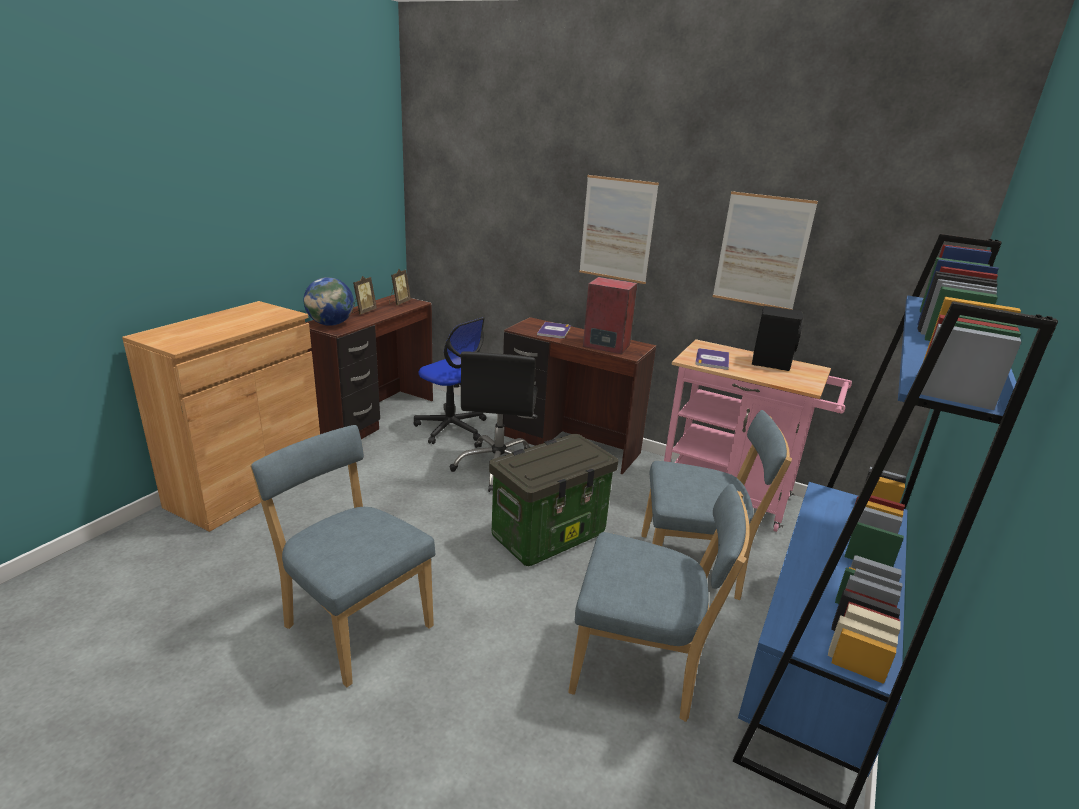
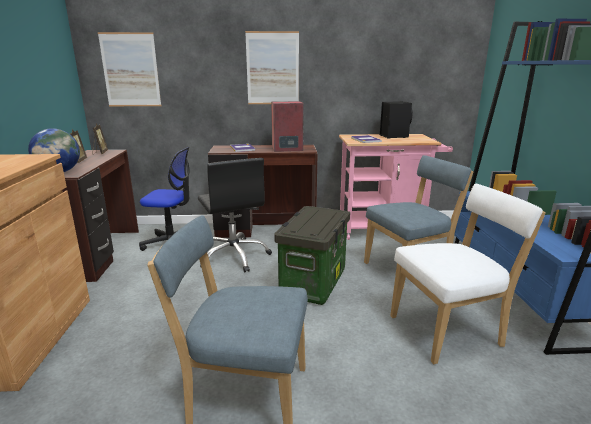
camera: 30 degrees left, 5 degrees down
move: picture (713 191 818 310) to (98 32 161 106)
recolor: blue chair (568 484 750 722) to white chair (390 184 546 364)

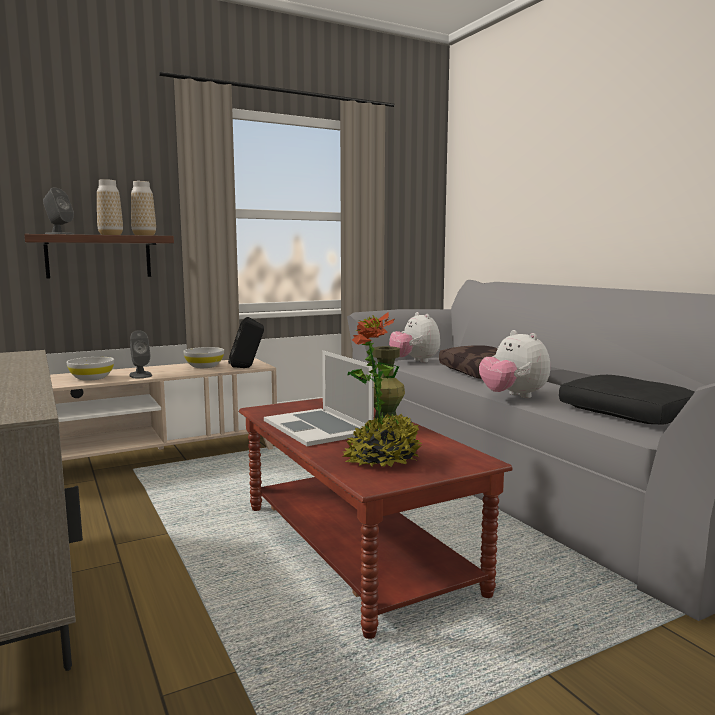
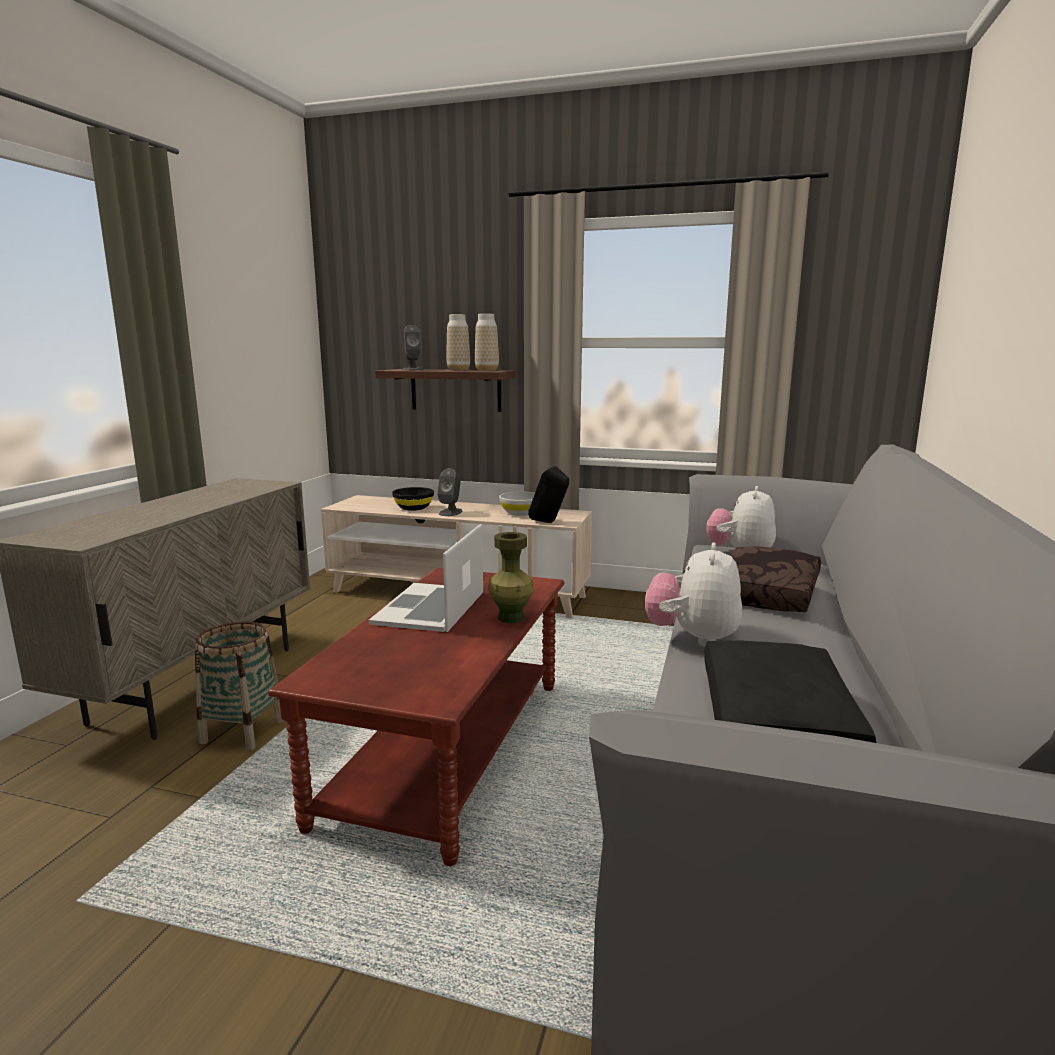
camera: 45 degrees right, 5 degrees up
delete: potted plant (342 312 423 467)
insert: basket (195 622 284 751)
recolor: white bowl (66 357 114 381) to black bowl (392 487 434 511)

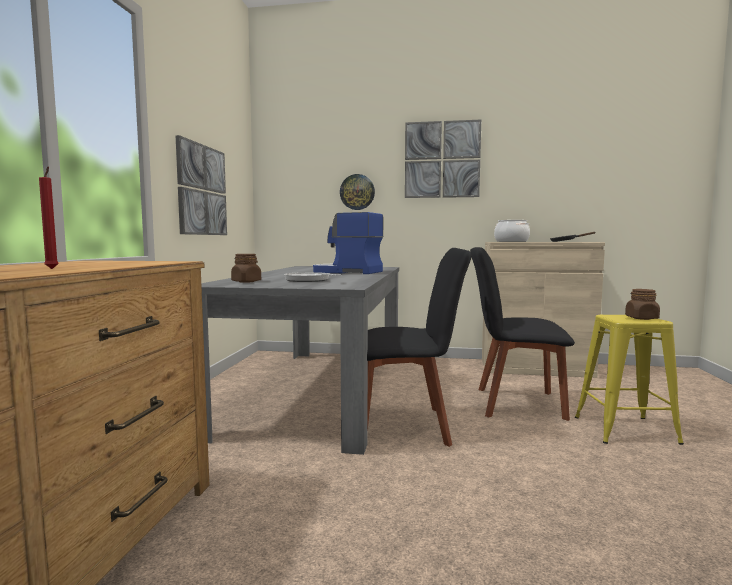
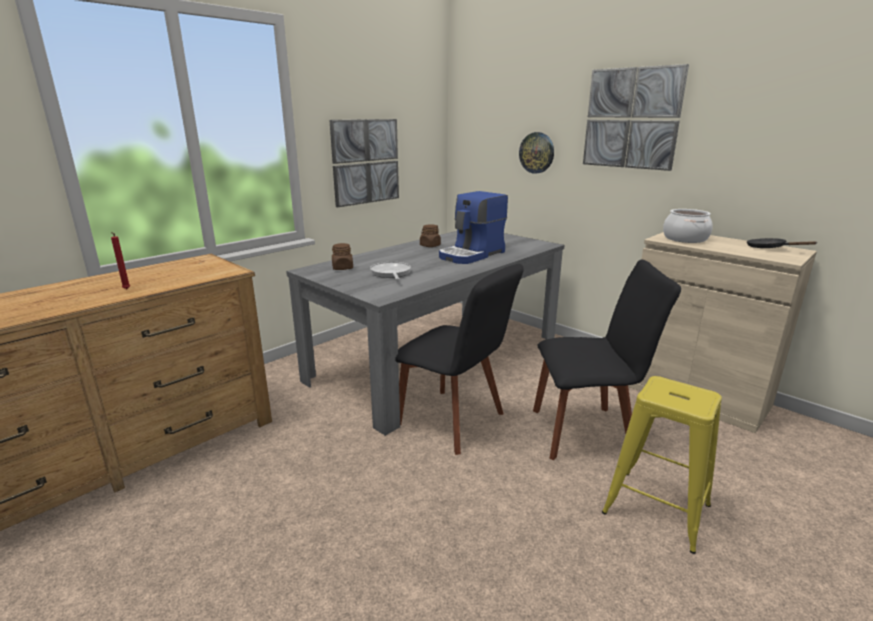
camera: 35 degrees right, 15 degrees up
move: brown jar (625 289 660 320) to (420 224 441 247)
rotate: coffee machine (313 212 383 274) = (439 191 508 264) 105 degrees counterclockwise; black chair (470 247 575 421) = (533 259 681 460) 135 degrees clockwise

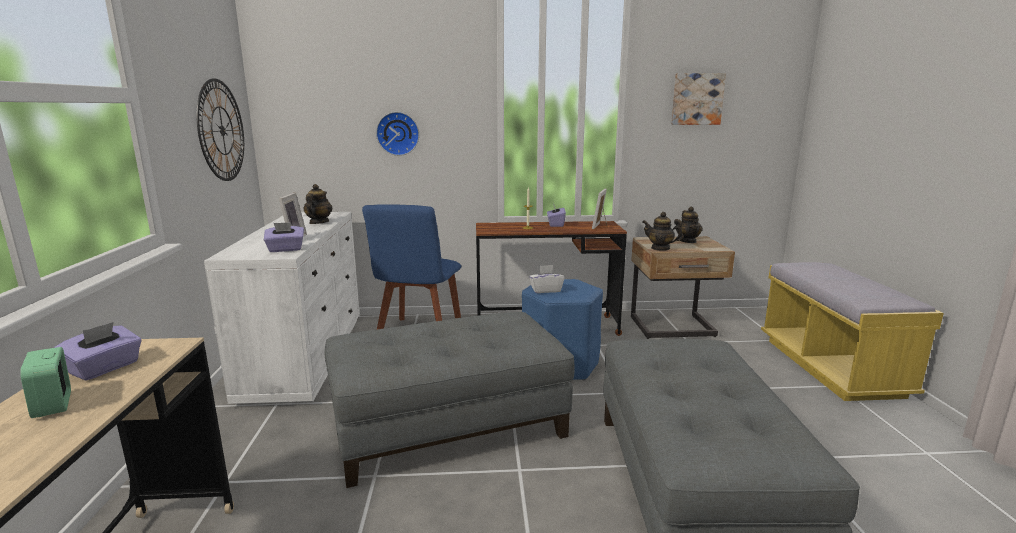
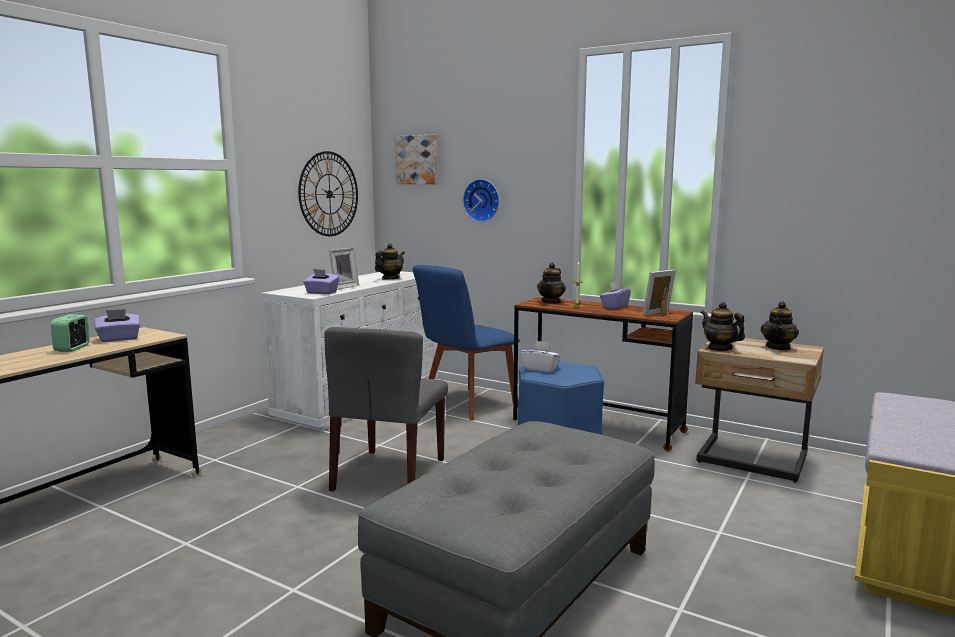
camera: 35 degrees right, 5 degrees down
insert: teapot (537 263 566 304)
move: picture (671 73 726 125) to (395 135 437 184)
replace: grey ottoman (324 312 575 488) to grey chair (324 327 448 492)

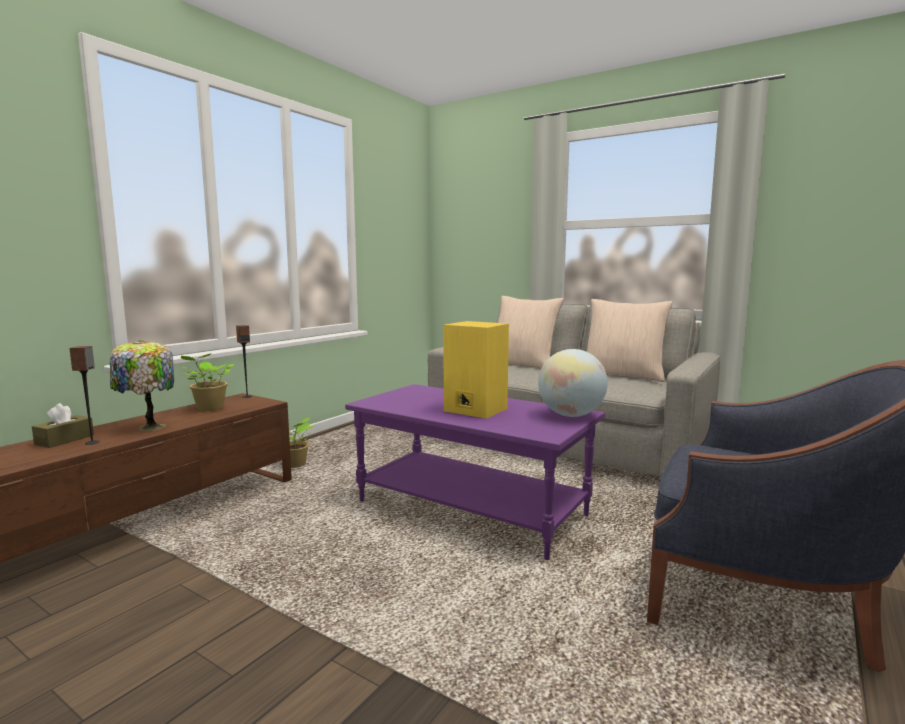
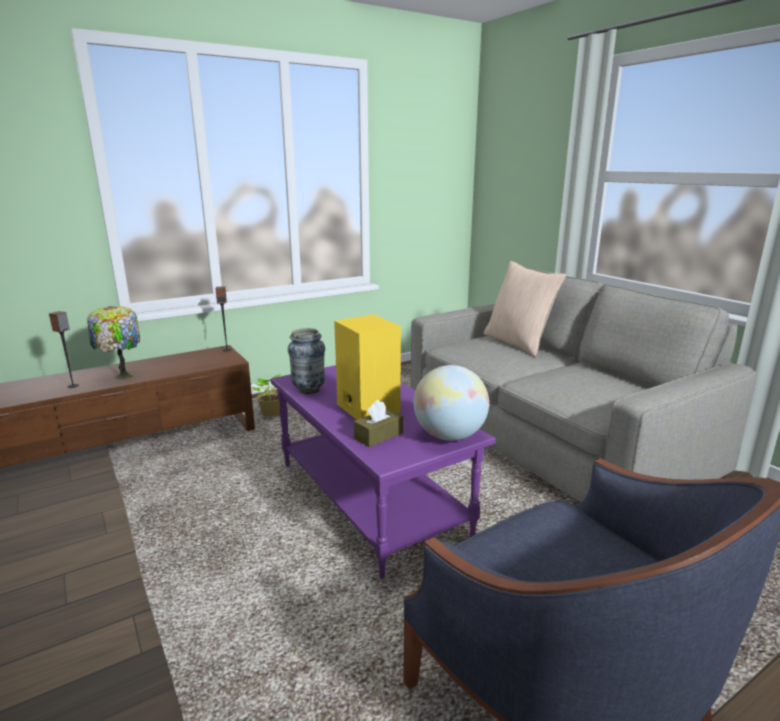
camera: 25 degrees right, 10 degrees up
delete: potted plant (179 353 234 411); beige pillow (587 299 673 382)
insert: vase (288 328 325 394)
move: brown tissue box (32 403 94 448) to (354 400 403 447)

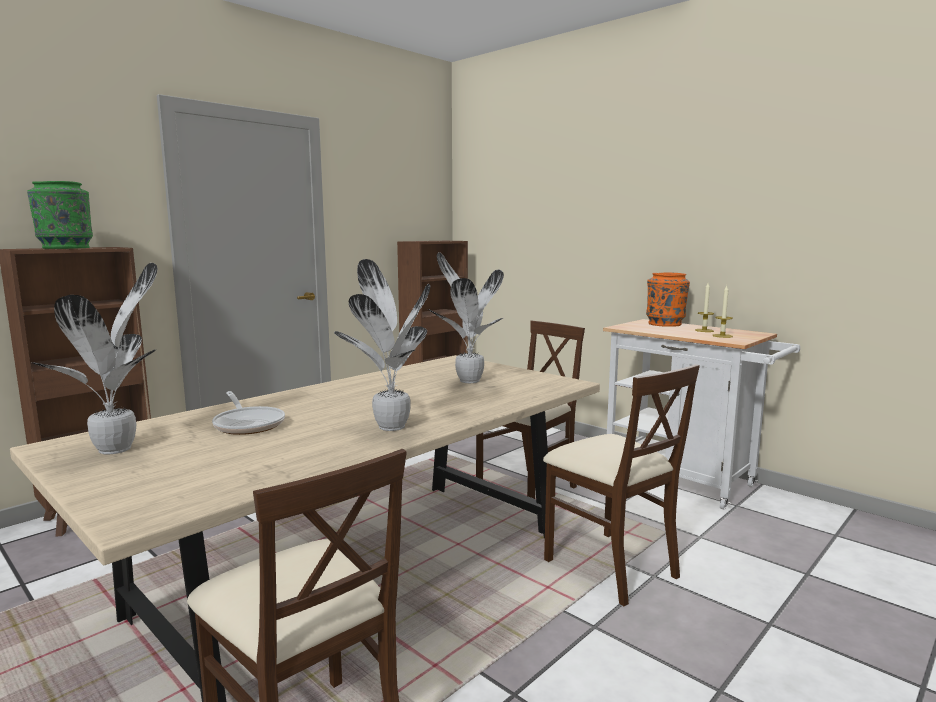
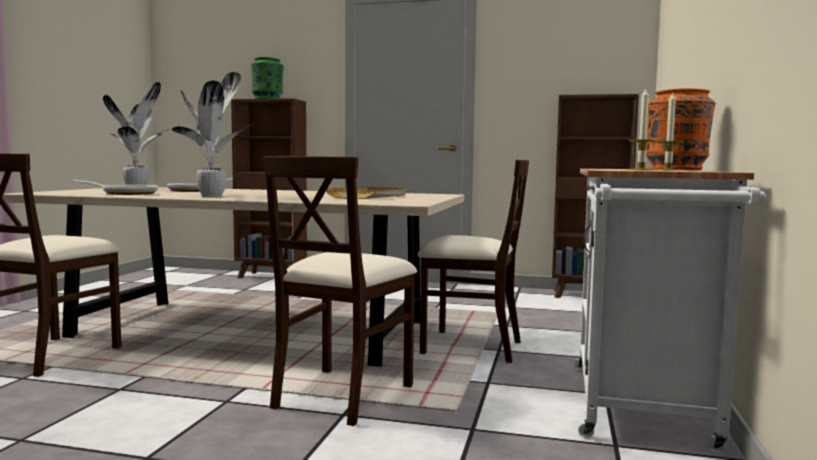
camera: 60 degrees right, 5 degrees down
insert: frying pan (73 180 158 195)
replace: potted plant (428 253 504 383) to beige tray (326 187 406 199)

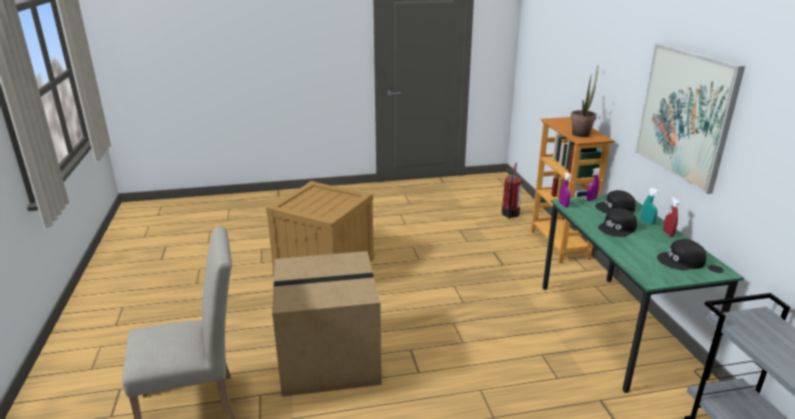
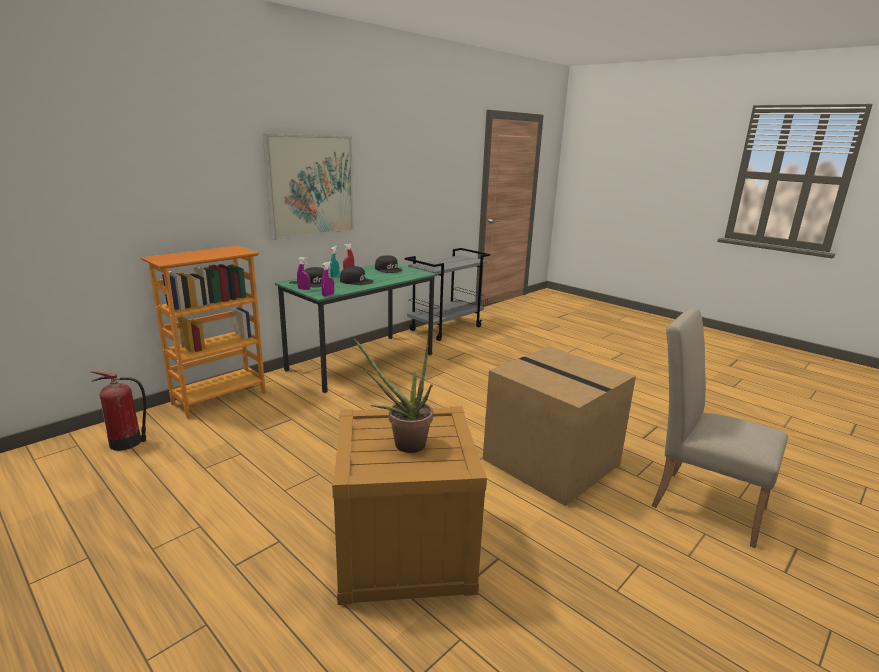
camera: 125 degrees left, 5 degrees down
move: potted plant (571 65 598 137) to (353 338 433 453)

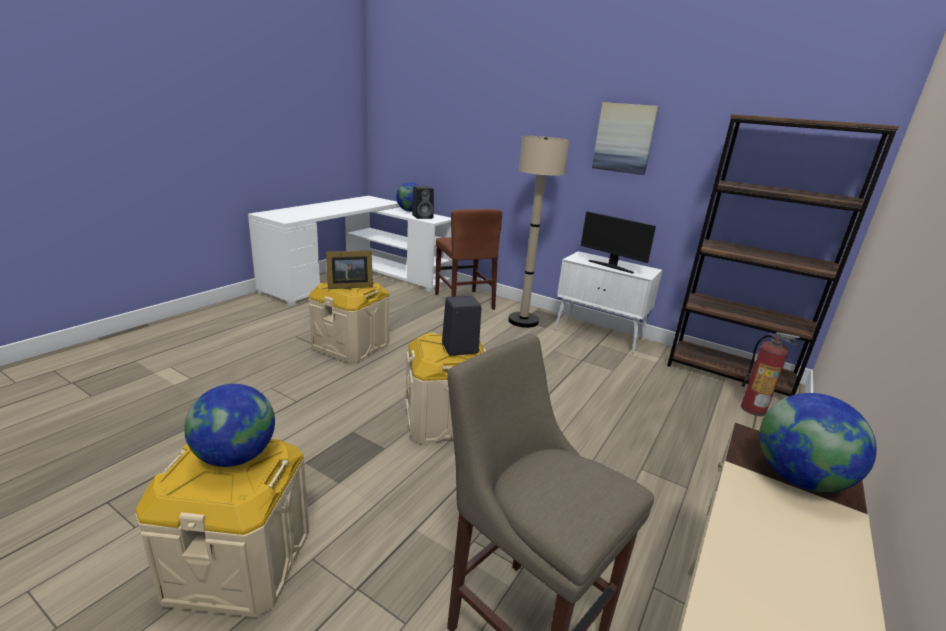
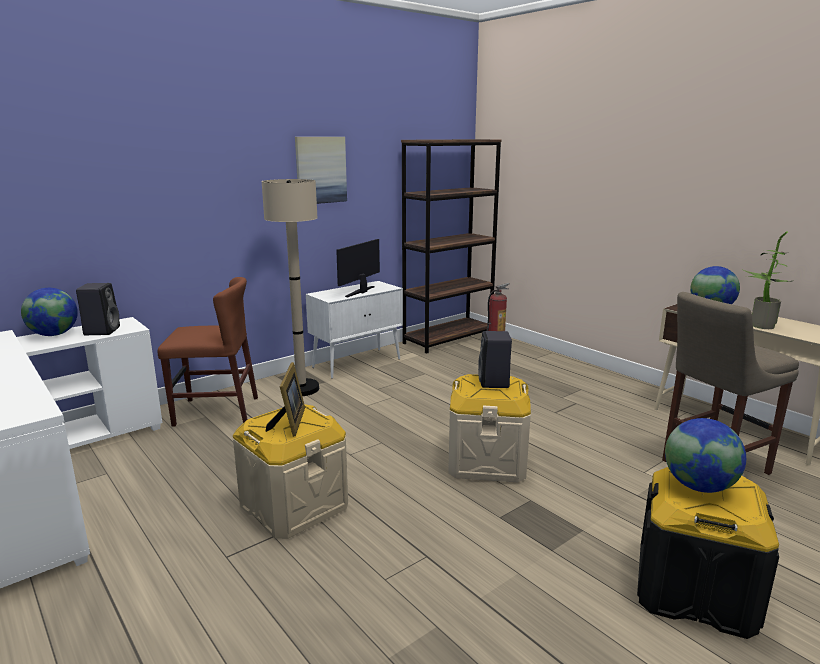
camera: 70 degrees left, 5 degrees down
insert: potted plant (741 231 789 329)
recolor: beige storage box (135 439 309 618) to black storage box (637 467 779 639)
rotate: monitor (581 211 656 274) = (336 239 380 297) 150 degrees clockwise

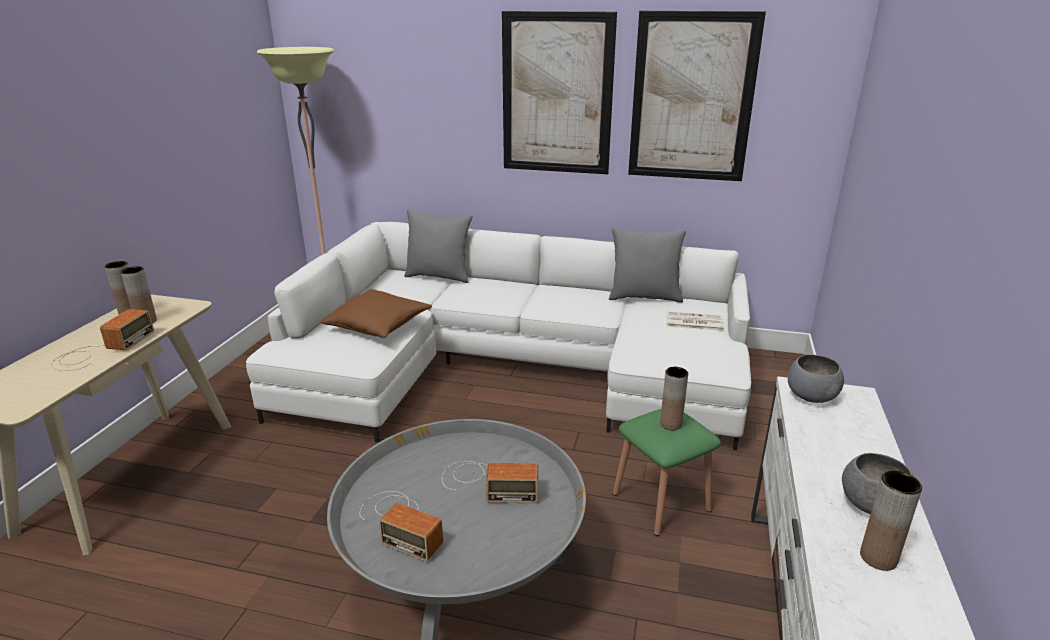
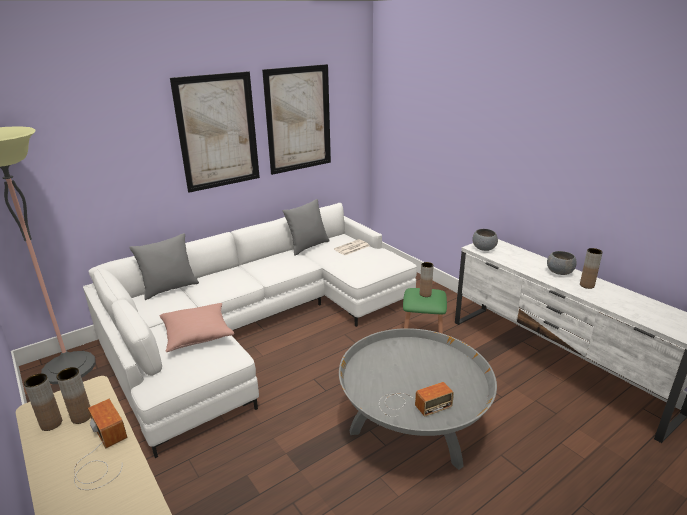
camera: 50 degrees left, 0 degrees up
delete: radio (442 461 538 503)
recolor: brown pillow (320 289 432 338) to pink pillow (160 303 234 352)

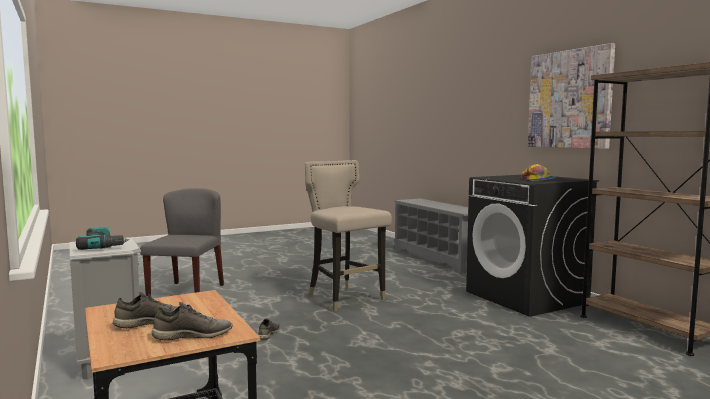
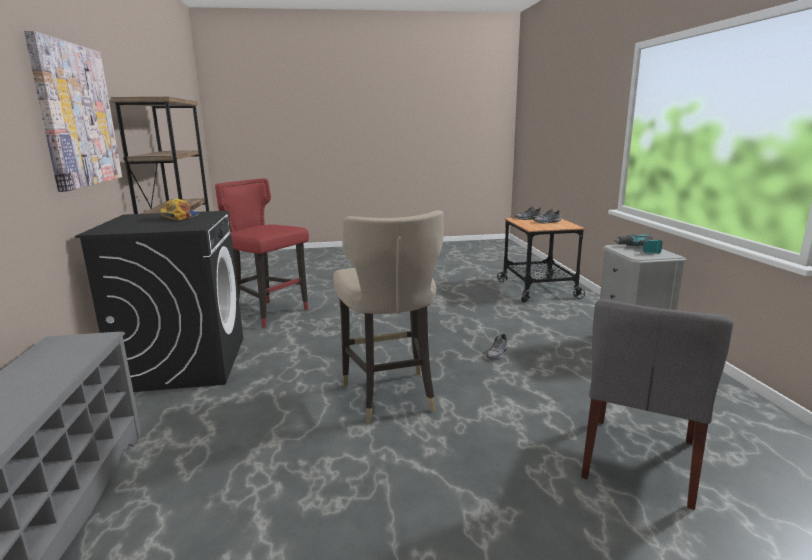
camera: 160 degrees left, 10 degrees up
insert: red stool (215 178 309 328)

